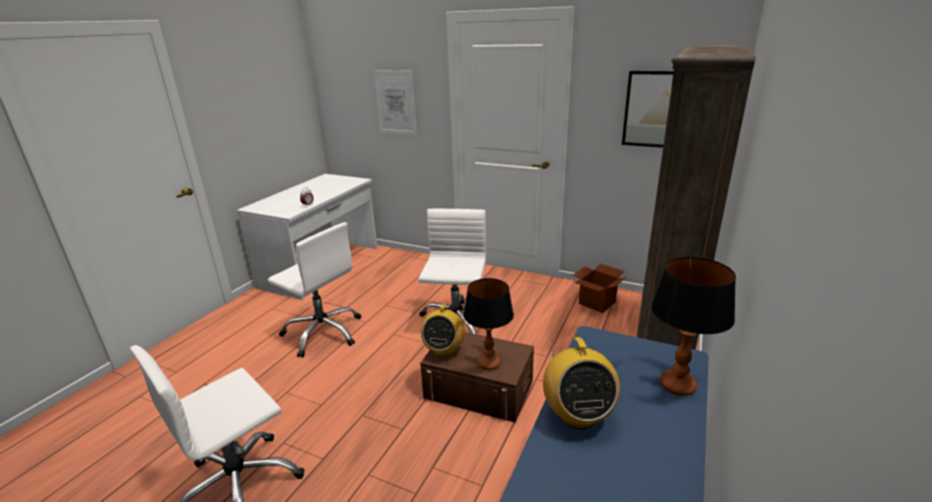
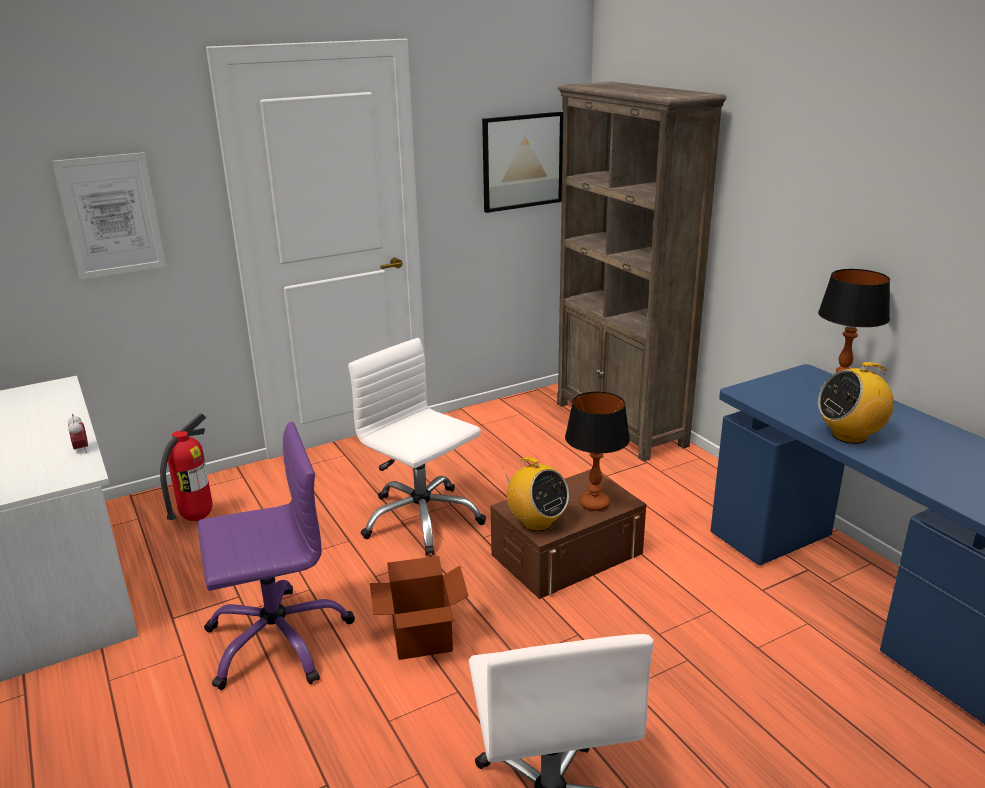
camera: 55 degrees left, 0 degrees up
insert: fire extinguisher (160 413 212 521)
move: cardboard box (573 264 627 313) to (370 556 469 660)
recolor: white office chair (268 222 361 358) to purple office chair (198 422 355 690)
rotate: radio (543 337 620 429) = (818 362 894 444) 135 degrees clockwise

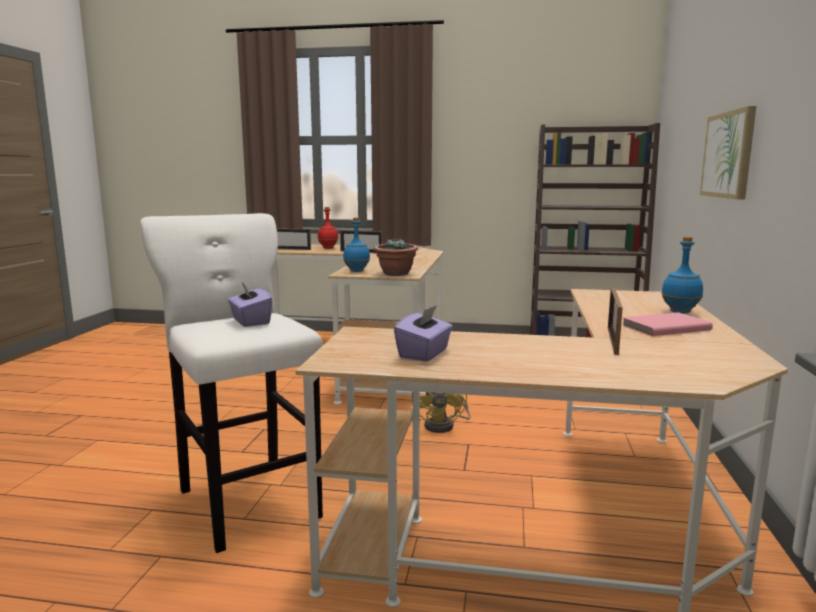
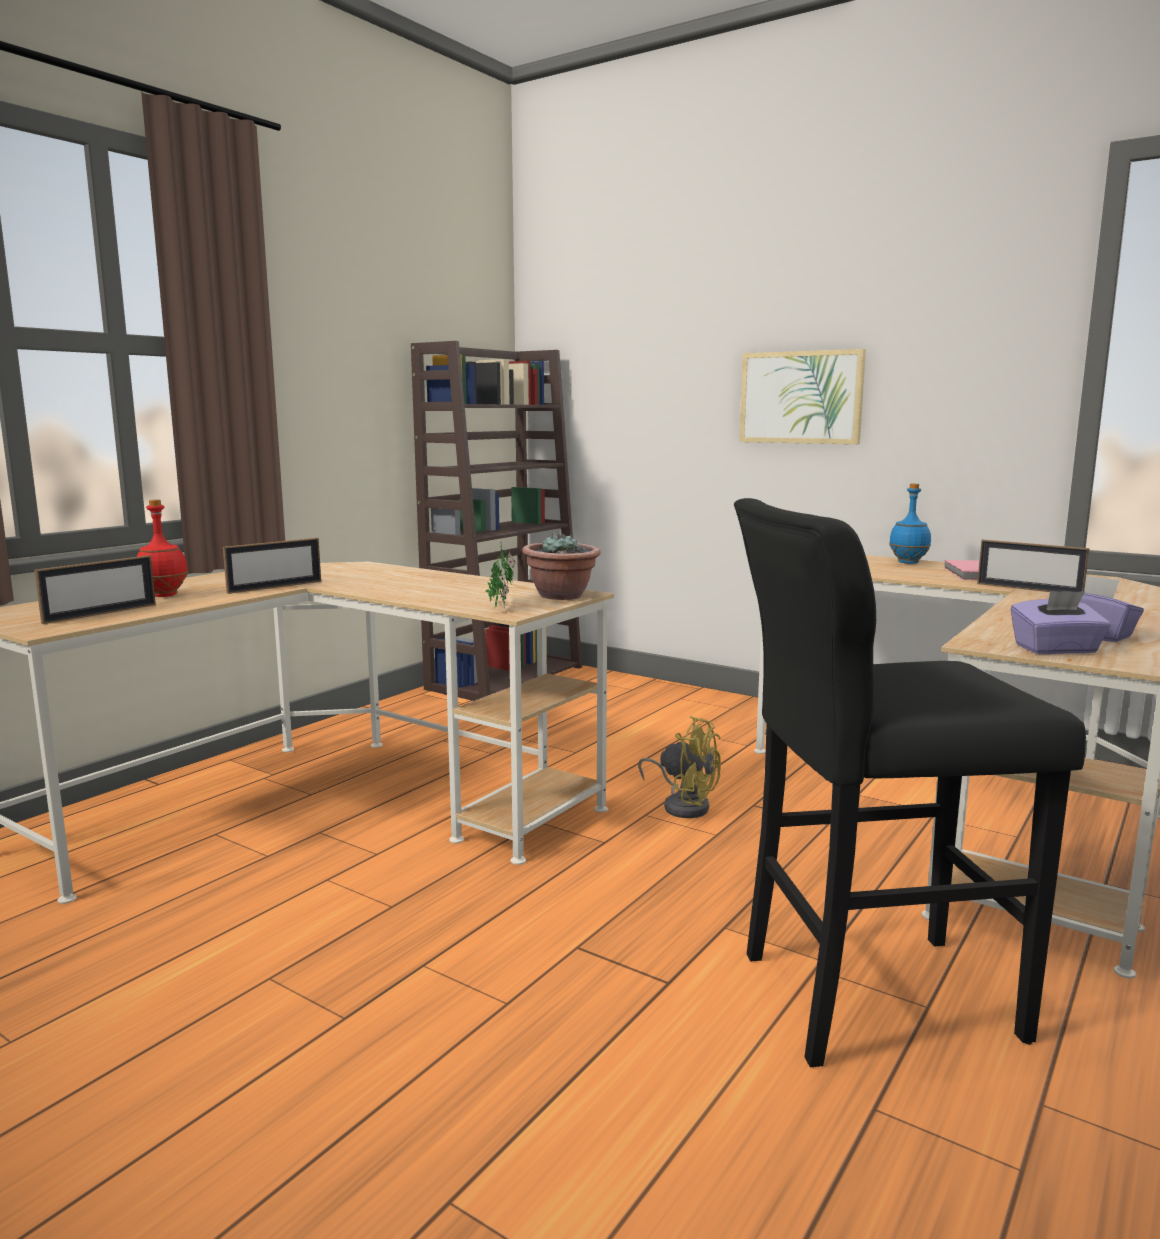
camera: 65 degrees left, 0 degrees up
move: purple tissue box (228 282 273 327) to (1011 591 1111 654)
replace: blue bottle (343 218 370 272) to potted plant (486 541 516 608)
recolor: white stool (140 213 323 553) to black stool (734 498 1086 1067)

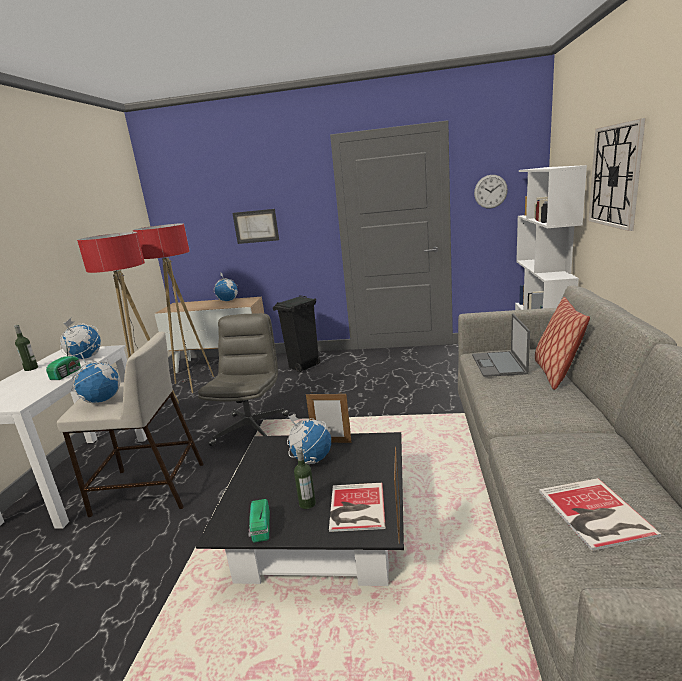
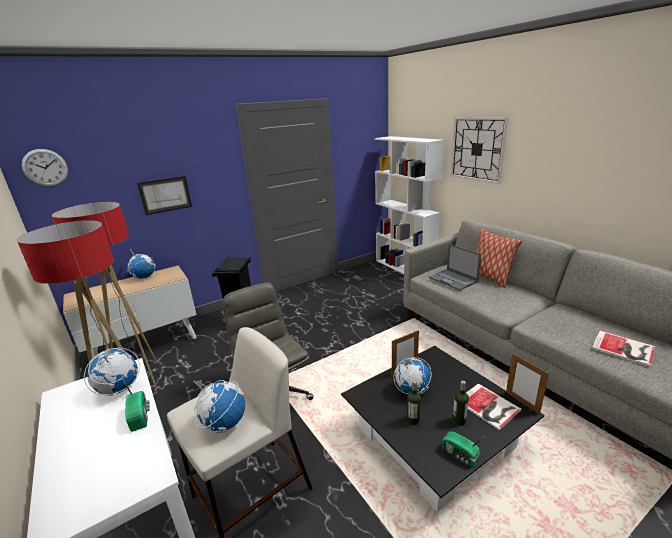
camera: 40 degrees left, 5 degrees up
move: bottle (14 325 38 371) to (407 380 421 425); wall clock (474 175 508 209) to (22 149 68 187)

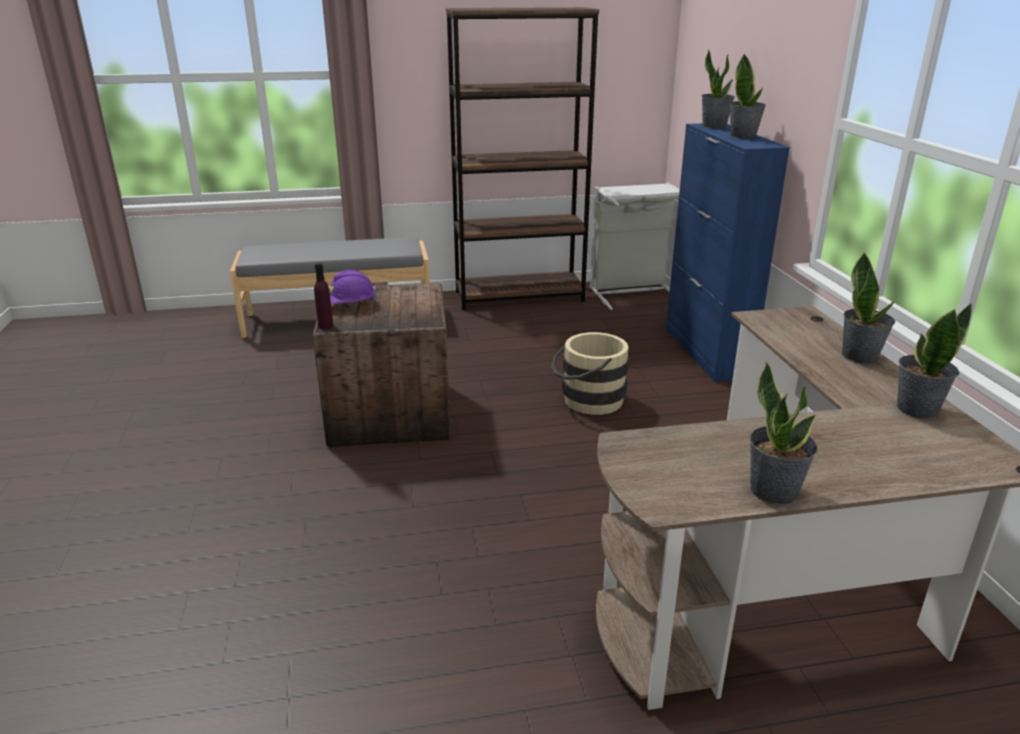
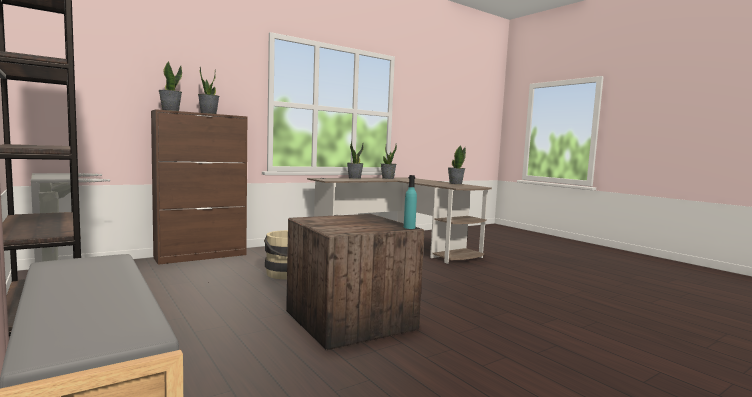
camera: 115 degrees left, 20 degrees down
delete: purple hard hat (329 270 377 304)
recolor: purple bottle (314 263 333 330) to turquoise bottle (404 175 417 229); blue cabinet (666 123 790 382) to brown cabinet (151 109 248 265)

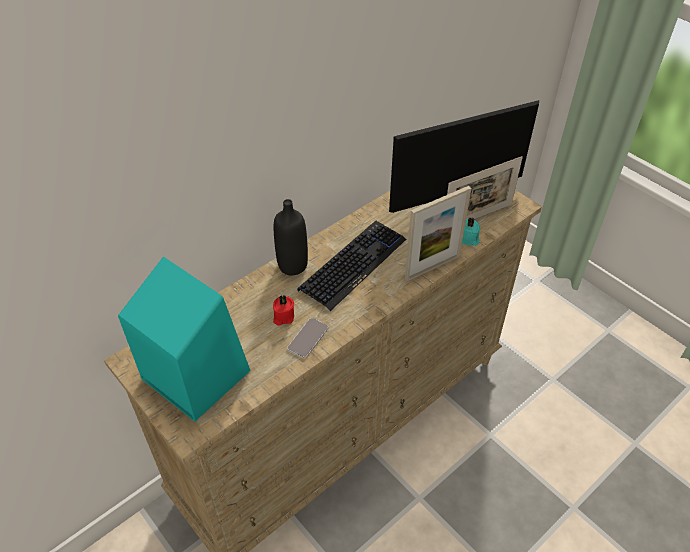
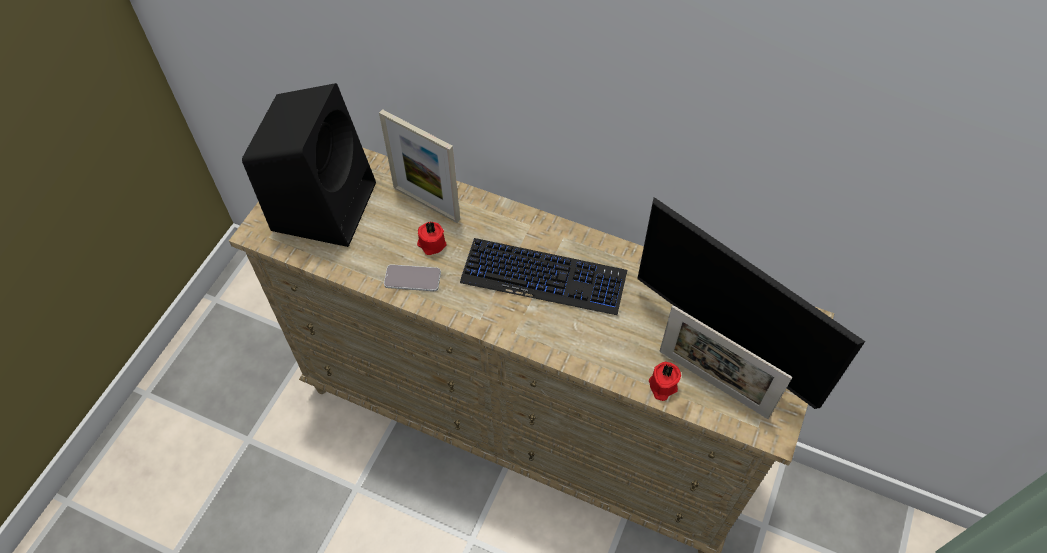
camera: 65 degrees right, 10 degrees up
delete: black bottle (274 199 308 276)
move: picture frame (405 186 471 281) to (379 109 460 223)
recolor: turquoise speaker (118 257 250 422) to black speaker (242 83 376 247); turquoise candle (462 218 480 246) to red candle (649 362 681 401)

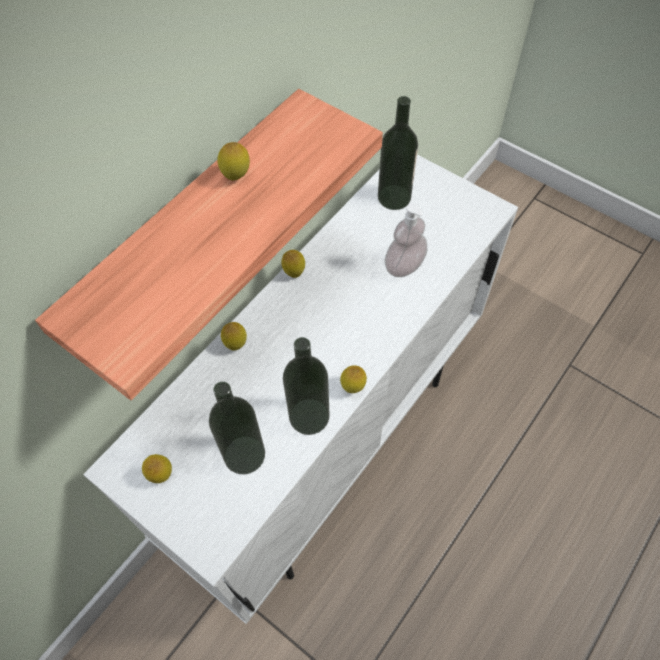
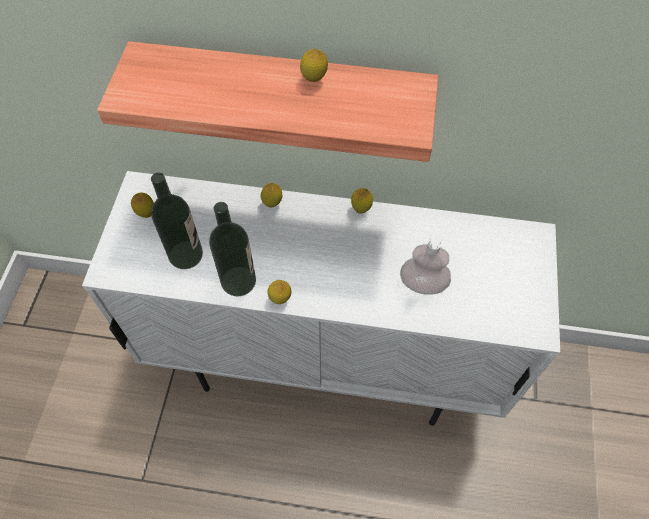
camera: 60 degrees right, 0 degrees up
delete: bottle (378 96 418 210)

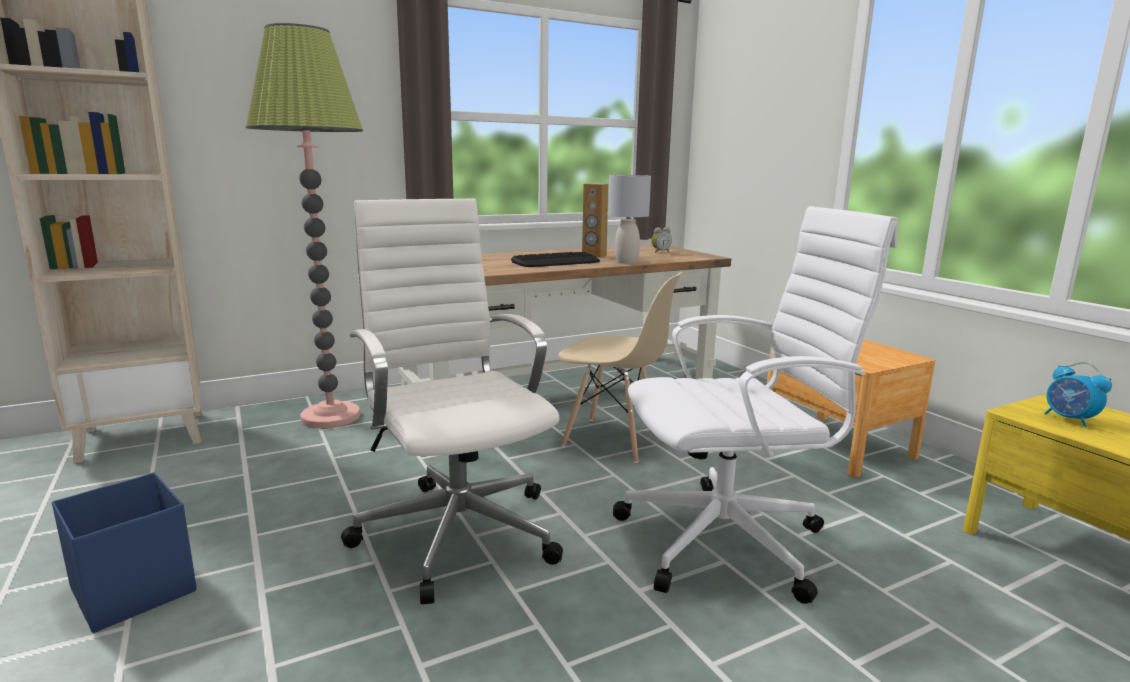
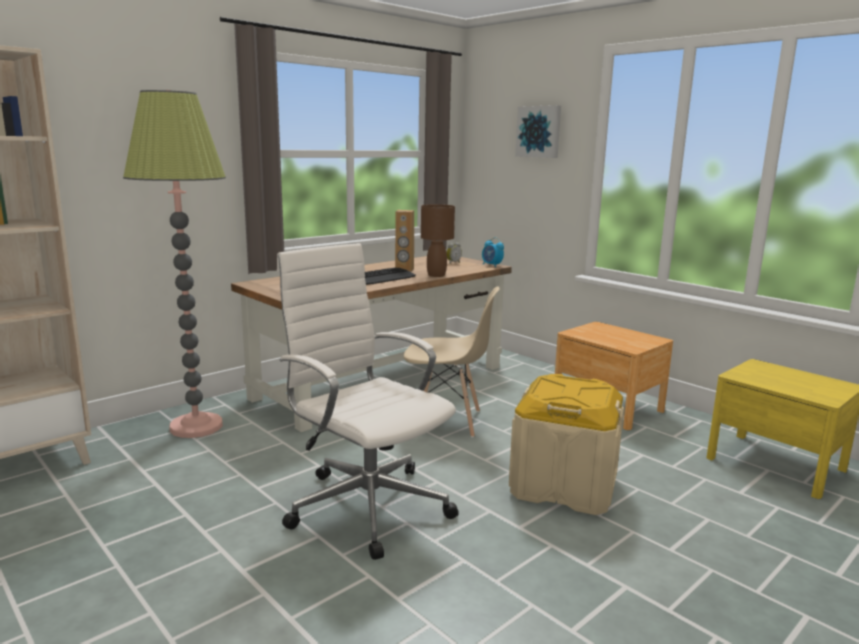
camera: 15 degrees left, 0 degrees up
delete: blue storage box (52 472 197 633)
insert: picture (515 105 561 158)
move: alarm clock (1044 362 1112 427) to (482 237 504 267)
replace: white office chair (613 206 898 604) to beige storage box (509 374 624 515)
recolor: grey table lamp (608 175 651 264) to brown table lamp (421 204 455 277)

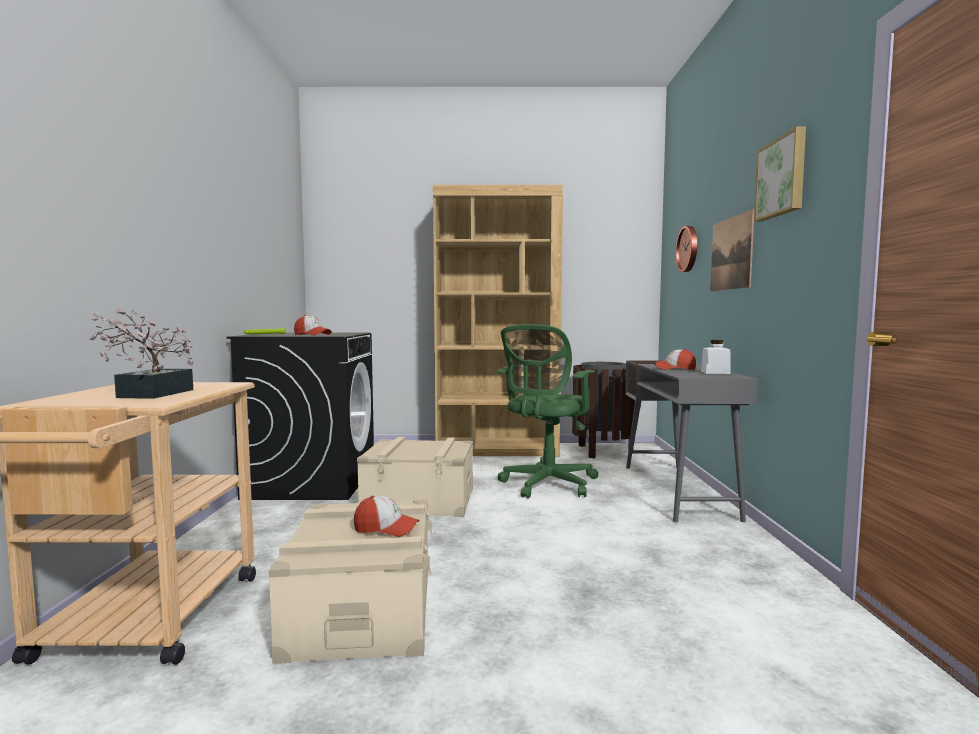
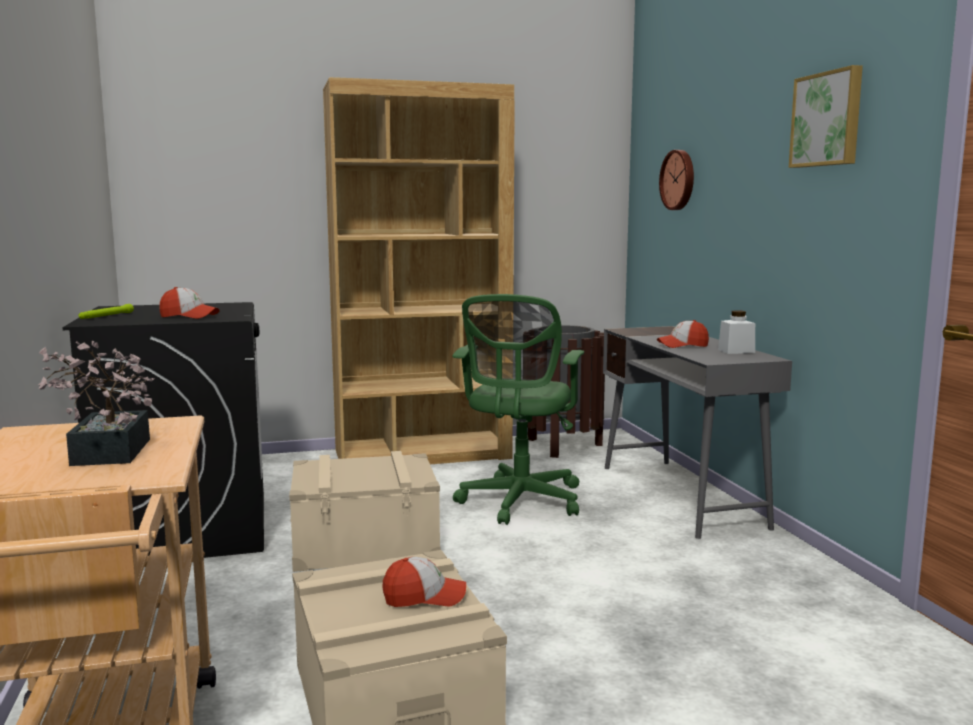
camera: 15 degrees left, 5 degrees up
delete: picture (711 209 754 291)

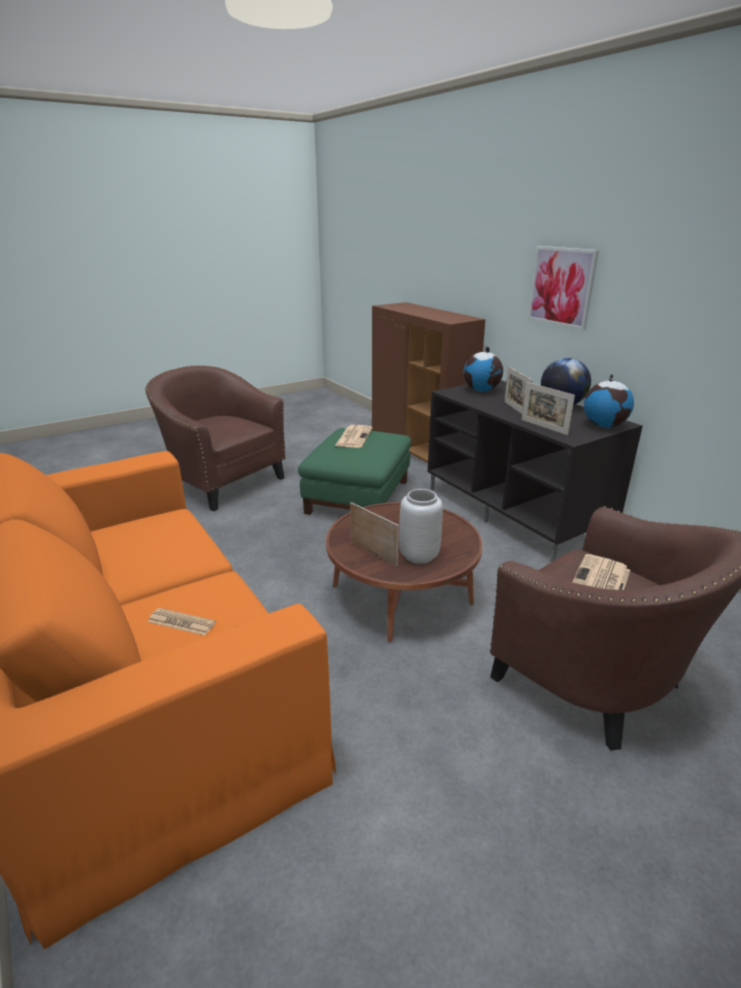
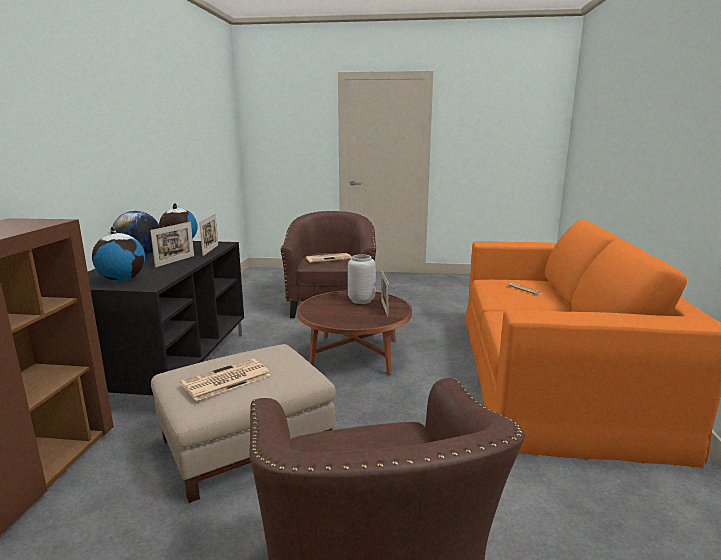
camera: 140 degrees left, 10 degrees down
delete: picture (527 246 599 330)
recolor: green ottoman (298 428 411 515) to beige ottoman (151 344 336 503)

